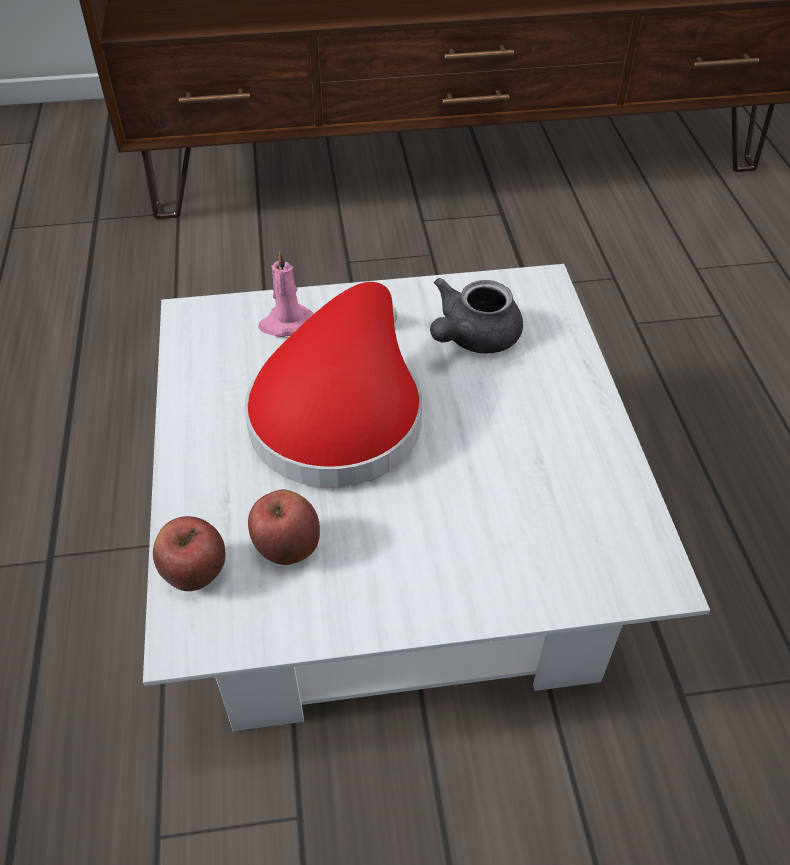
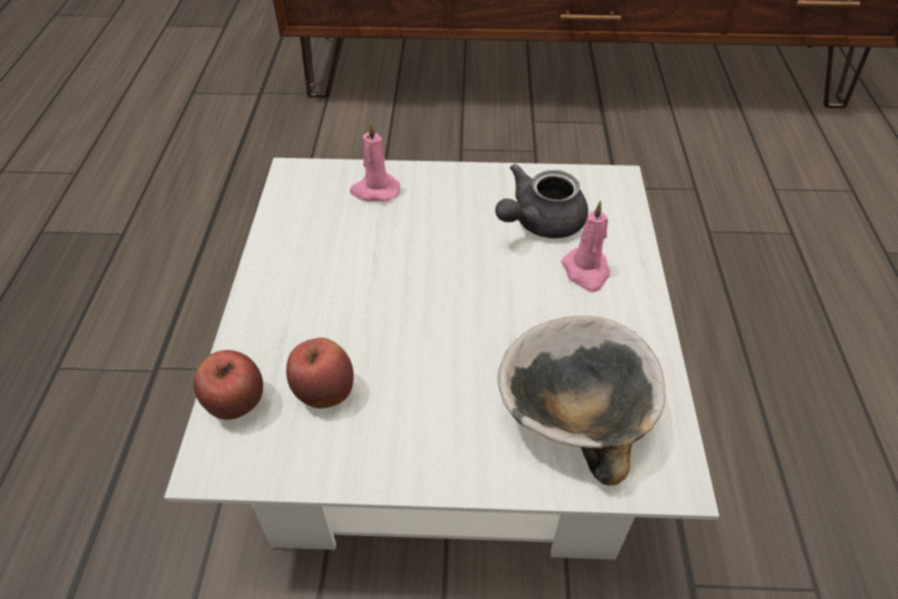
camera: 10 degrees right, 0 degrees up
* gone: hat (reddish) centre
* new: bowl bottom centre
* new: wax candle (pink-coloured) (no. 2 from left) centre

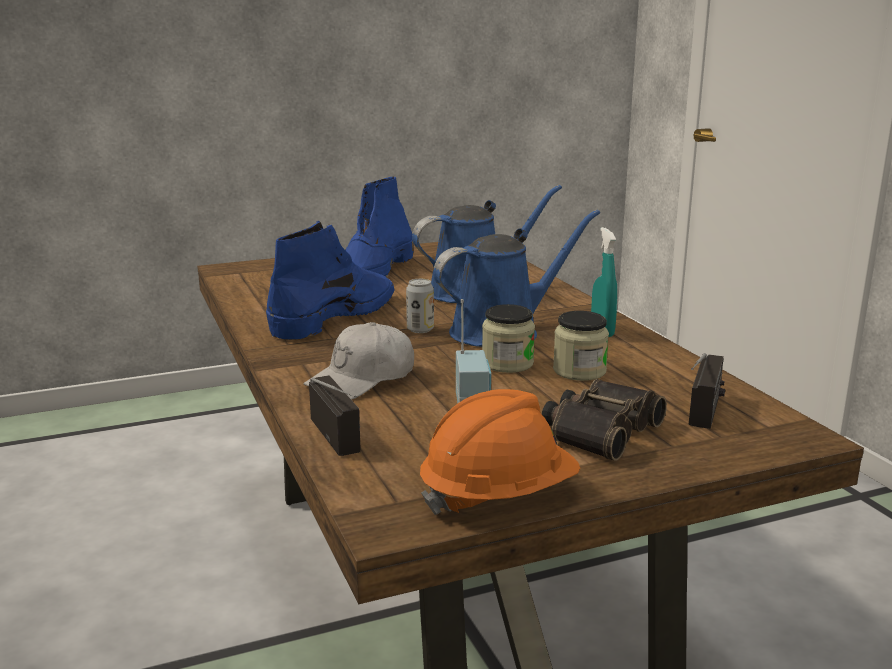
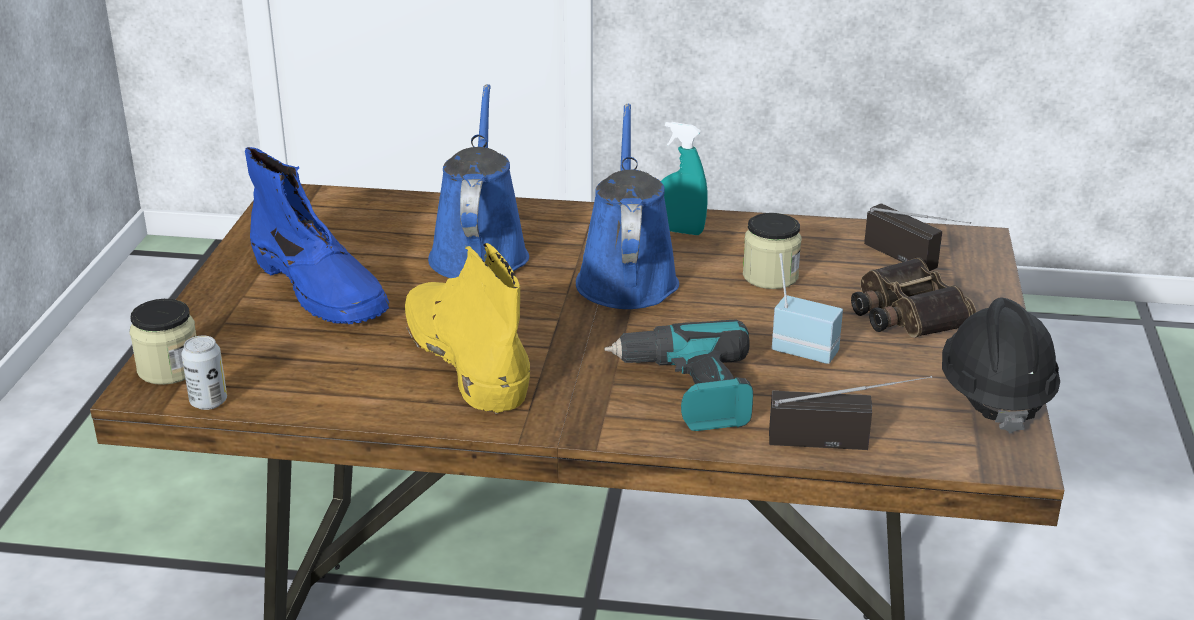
camera: 60 degrees left, 10 degrees up
* shifted: metal can centre to middle left
* shifted: storage jar (no. 1 from left) centre to middle left
* swapped: cap (white) centre to power drill centre
* repainted: tall boot (blue) (no. 1 from left) centre to tall boot (yellowish) centre
* repainted: work helmet (orange-coloured) bottom centre to work helmet (black-coloured) middle right

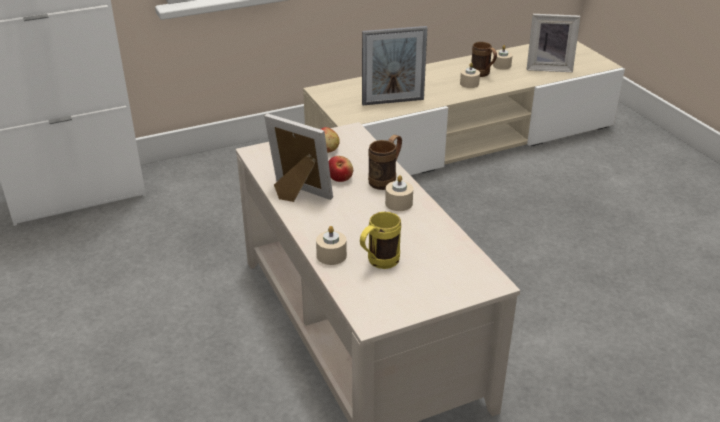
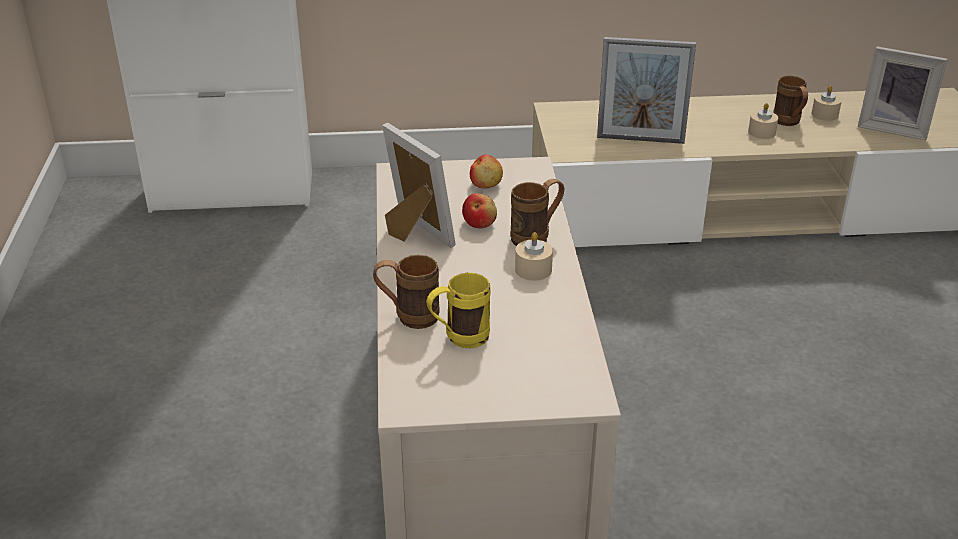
camera: 20 degrees right, 0 degrees up
* swapped: wax candle (sand-coloured) (no. 1 from left) centre to coffee mug (brown-coloured) (no. 1 from left) centre

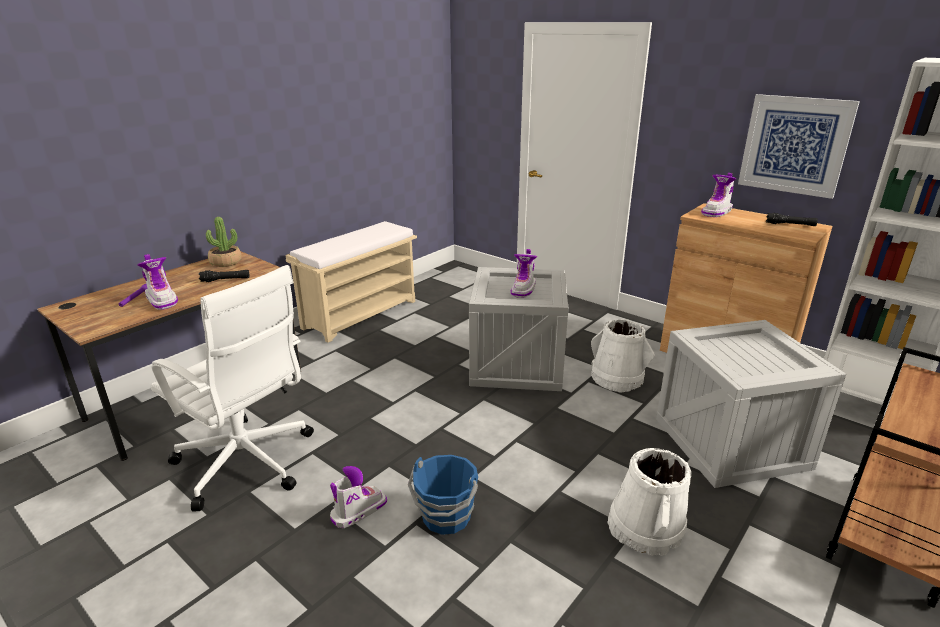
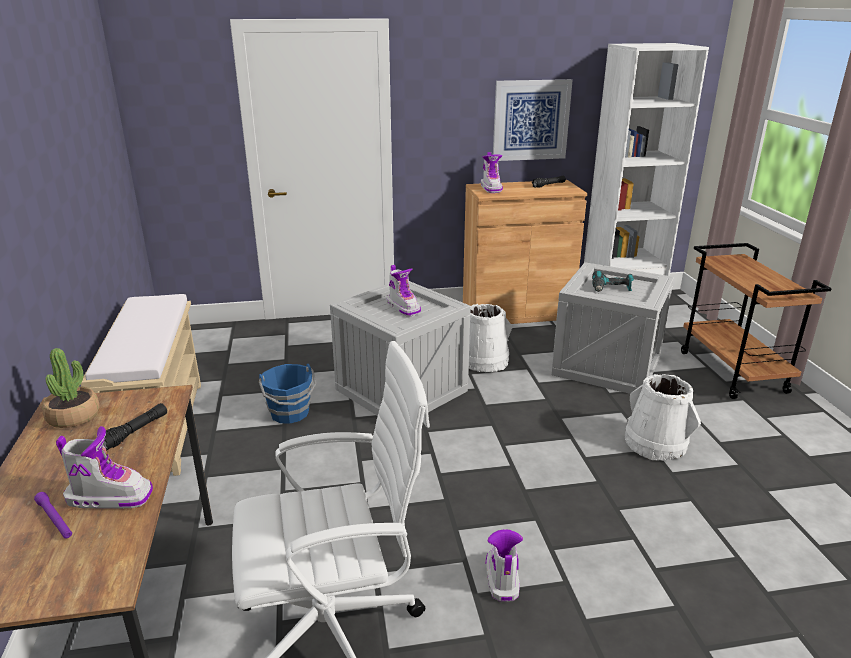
camera: 50 degrees left, 0 degrees up
* new: power drill middle right
* shifted: water bucket (blue) bottom centre to centre

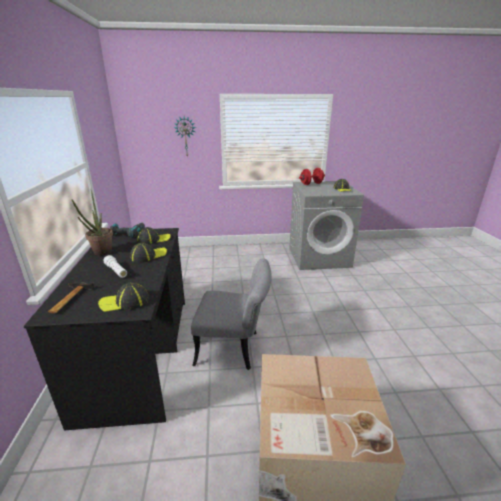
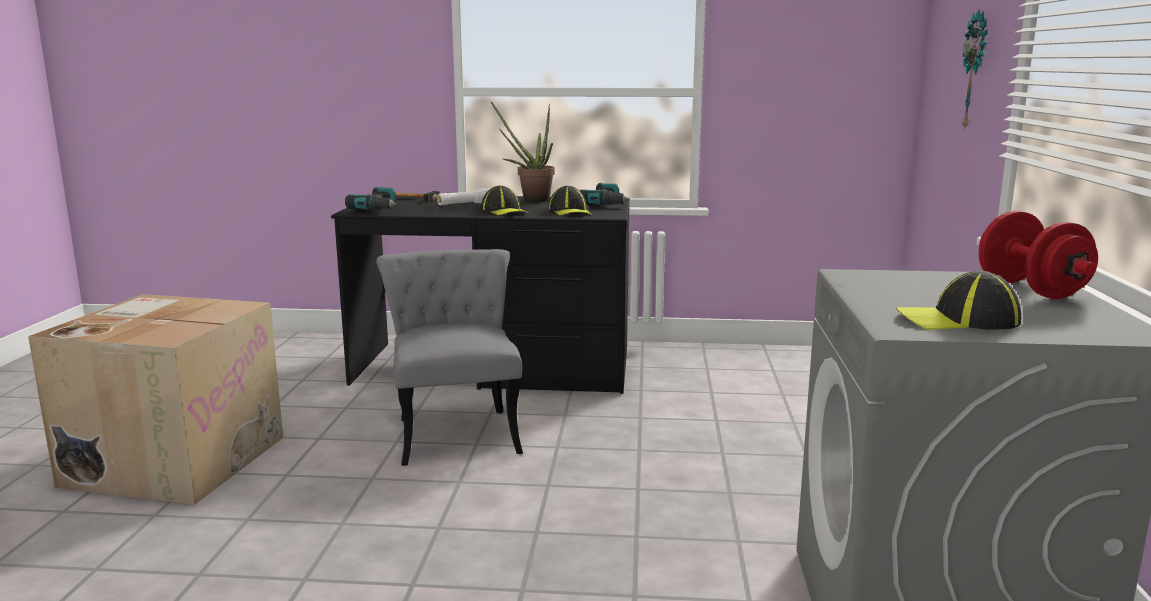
camera: 100 degrees right, 10 degrees down
* swapped: cap (no. 1 from left) middle left to power drill (no. 1 from left) top left
* rotated: upright chair (grey) centre = centre 150 degrees clockwise

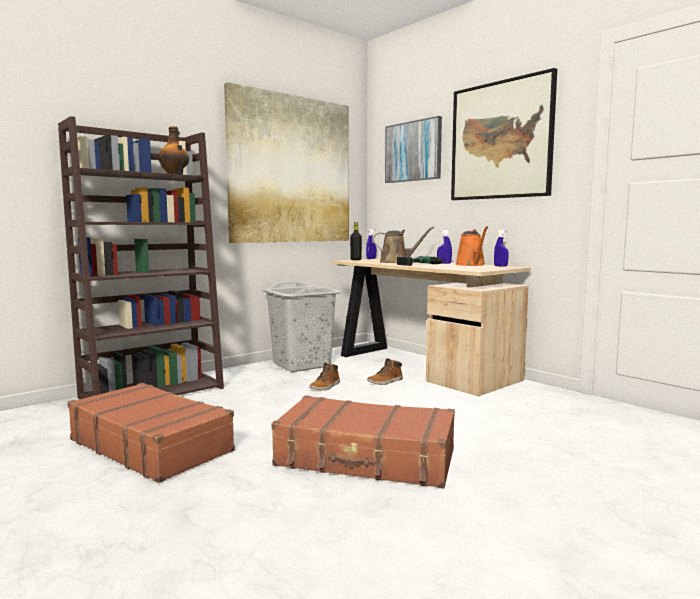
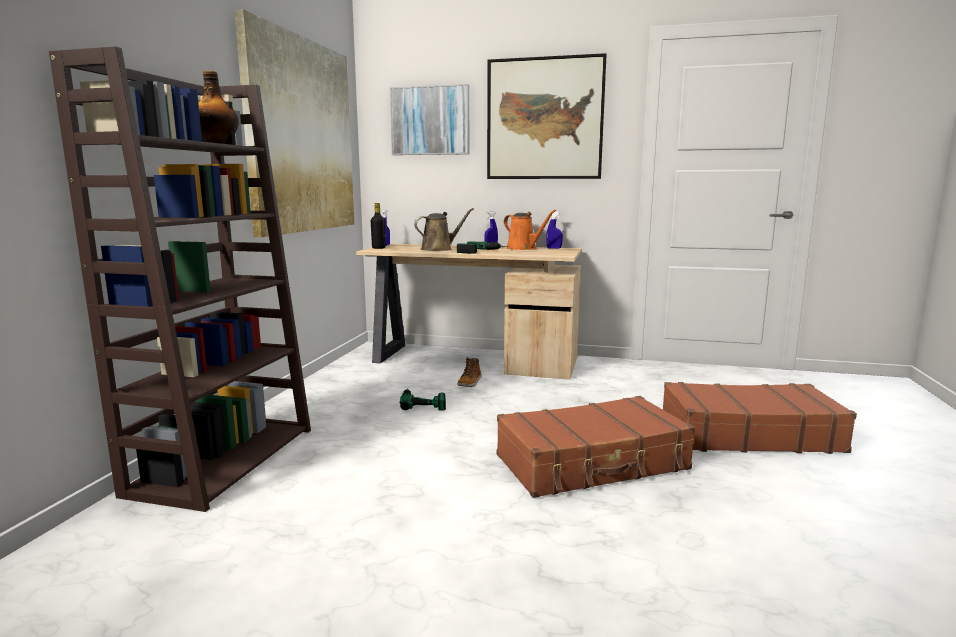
camera: 35 degrees left, 5 degrees up
* gone: hamper (grey) centre
* shifted: piece of luggage (brown-coloured) (no. 1 from left in the first image) bottom left to piece of luggage (brown-coloured) (no. 2 from left) middle right
* swapped: tall boot (no. 1 from left) centre to power drill (no. 1 from left) centre

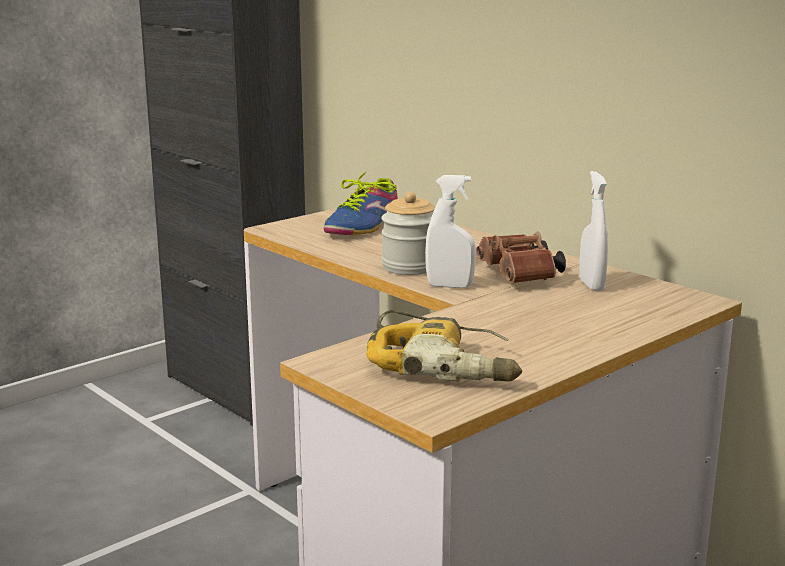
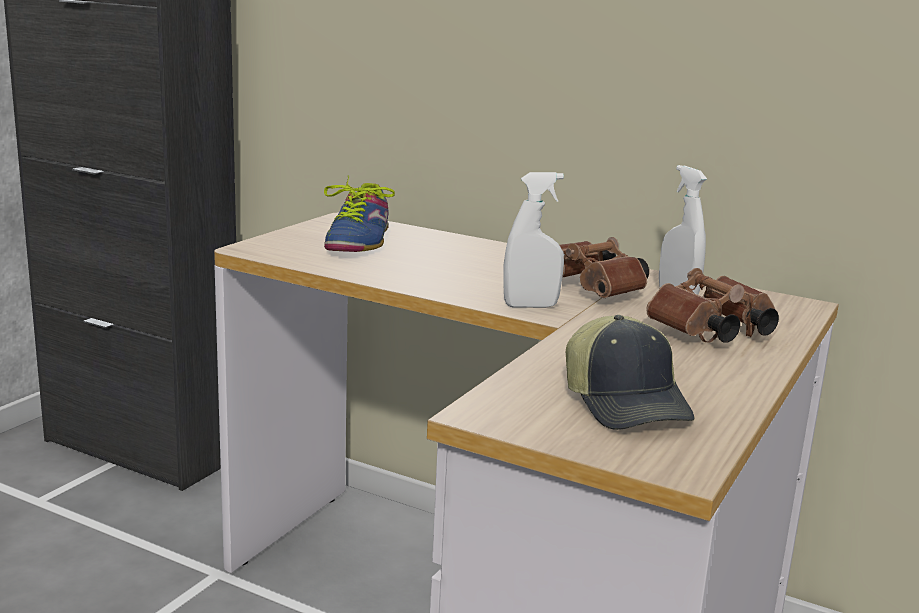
camera: 20 degrees left, 0 degrees up
* gone: storage jar centre
* new: field glasses (brown-coloured) (no. 2 from left) middle right
* swapped: power drill centre to cap middle right

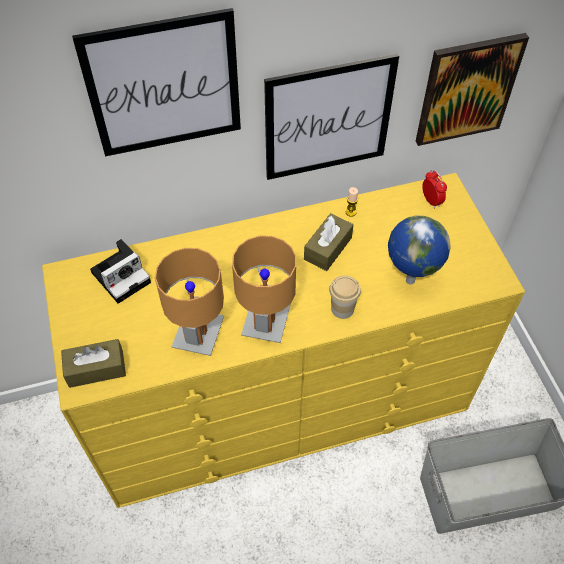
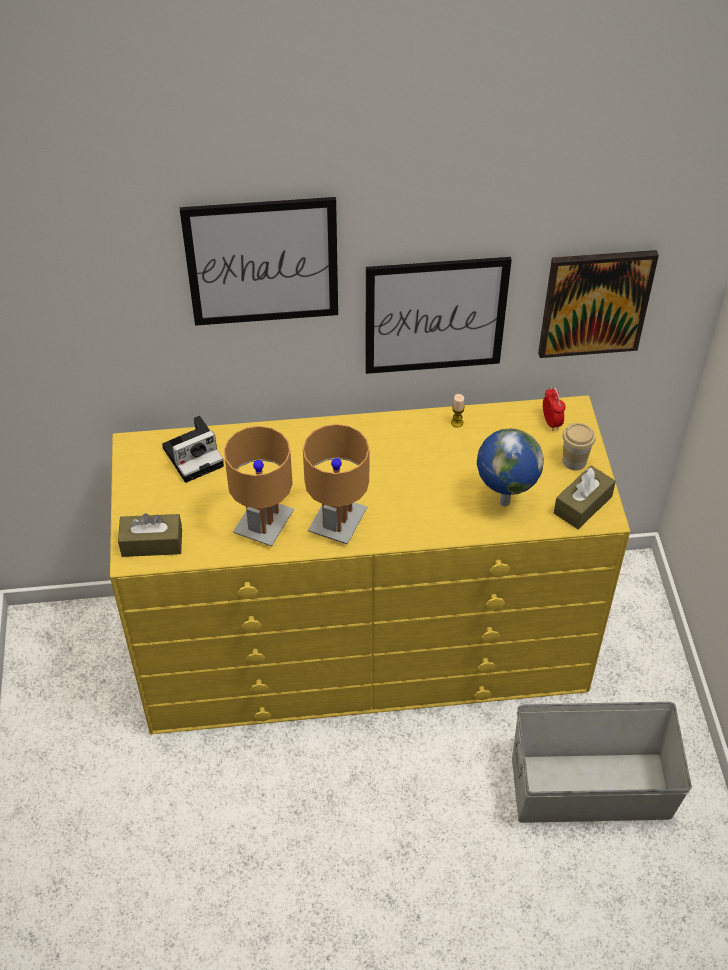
camera: 10 degrees right, 5 degrees down
* shifted: box of tissues (brown-coloured) (no. 2 from left) centre to middle right
* shifted: drinking cup centre to middle right

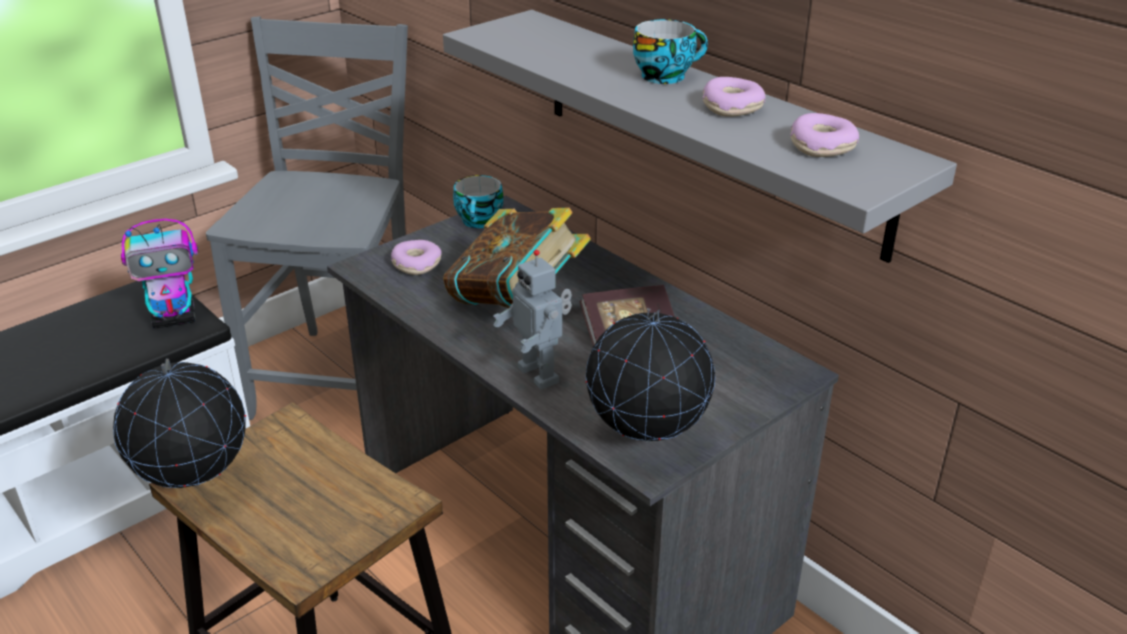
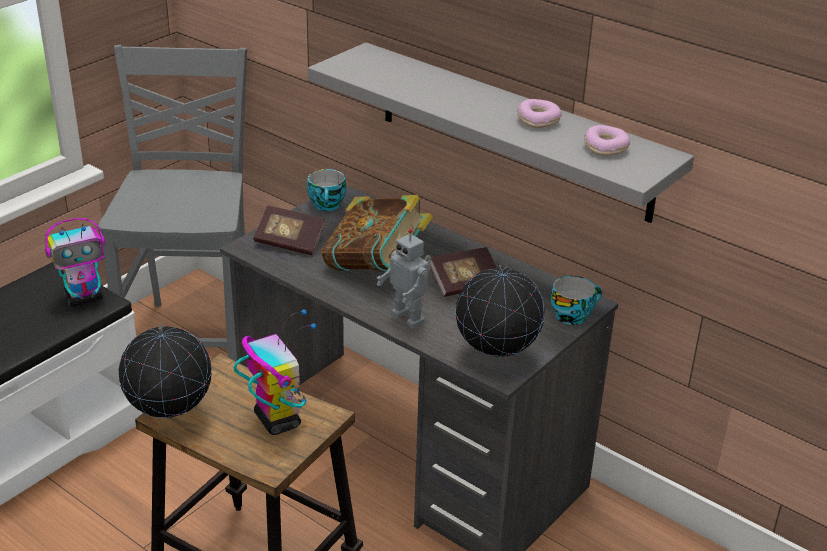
camera: 10 degrees left, 0 degrees up
* new: robot figure (no. 2 from left) bottom left
* shifted: drinking cup (no. 2 from left) top centre to middle right
* swapped: doughnut (no. 1 from left) centre to volume (no. 1 from left) centre

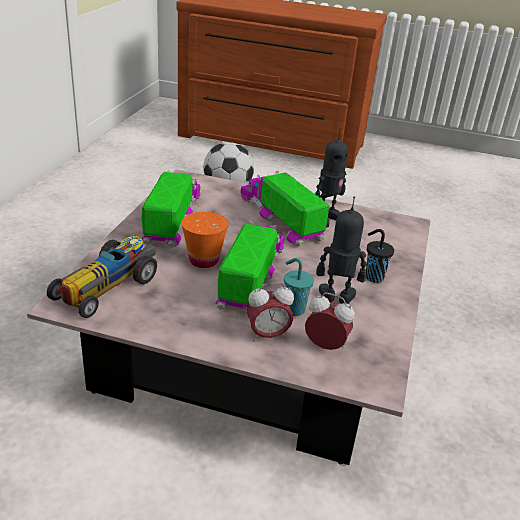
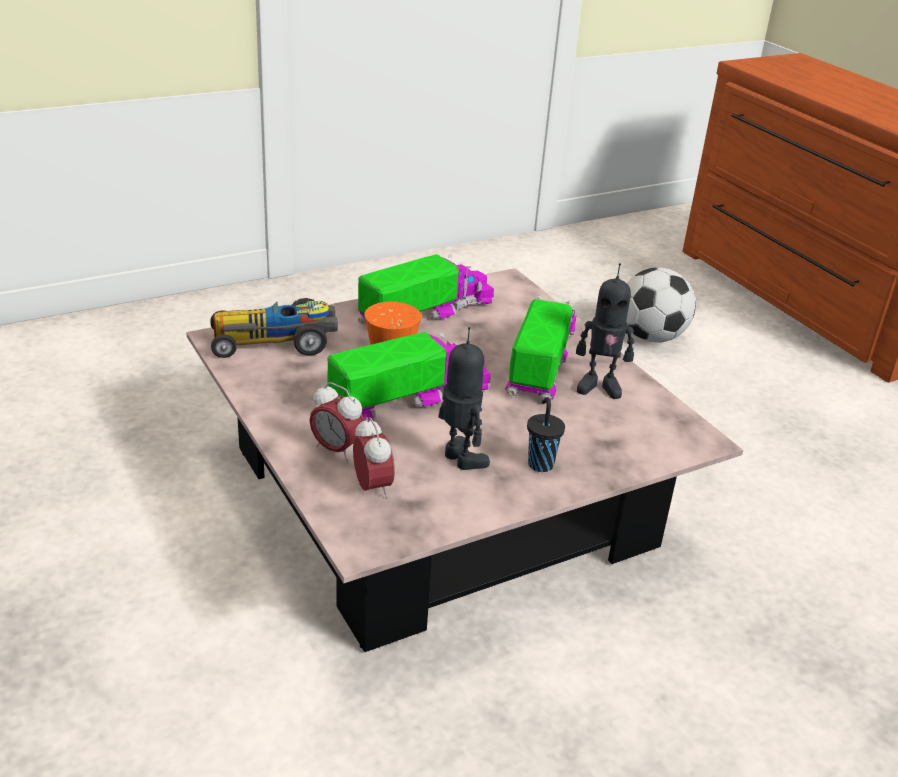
camera: 45 degrees right, 0 degrees up
* gone: drinking cup (blue-green) centre

